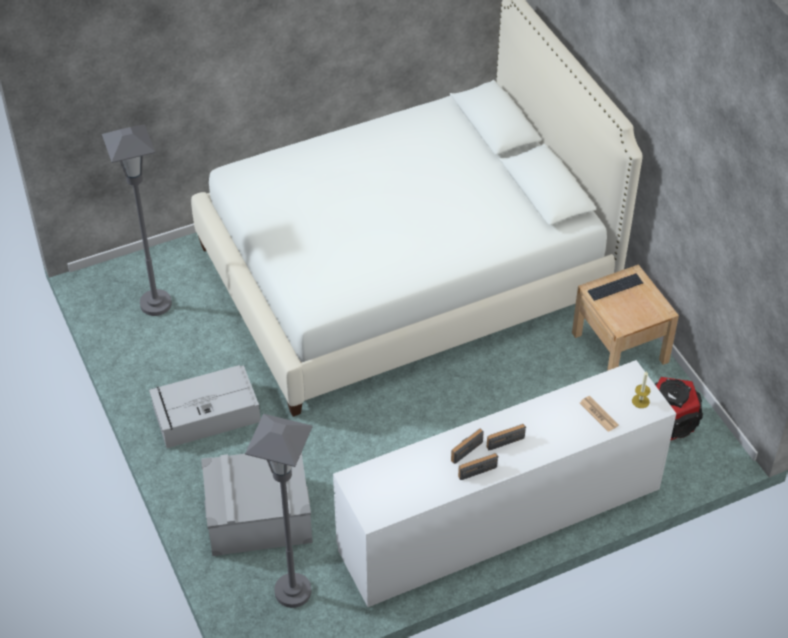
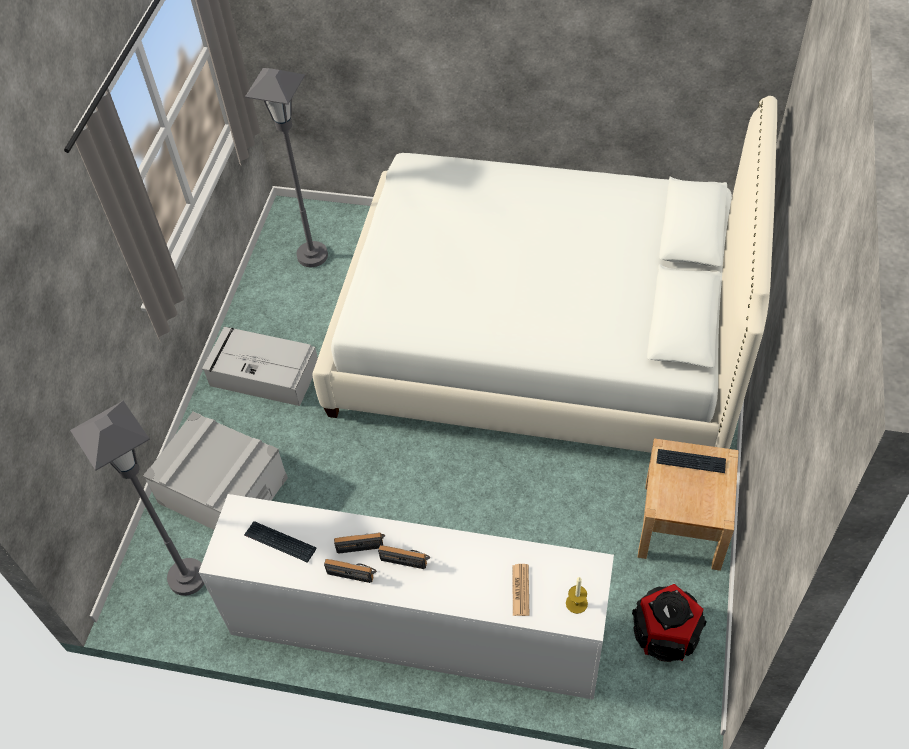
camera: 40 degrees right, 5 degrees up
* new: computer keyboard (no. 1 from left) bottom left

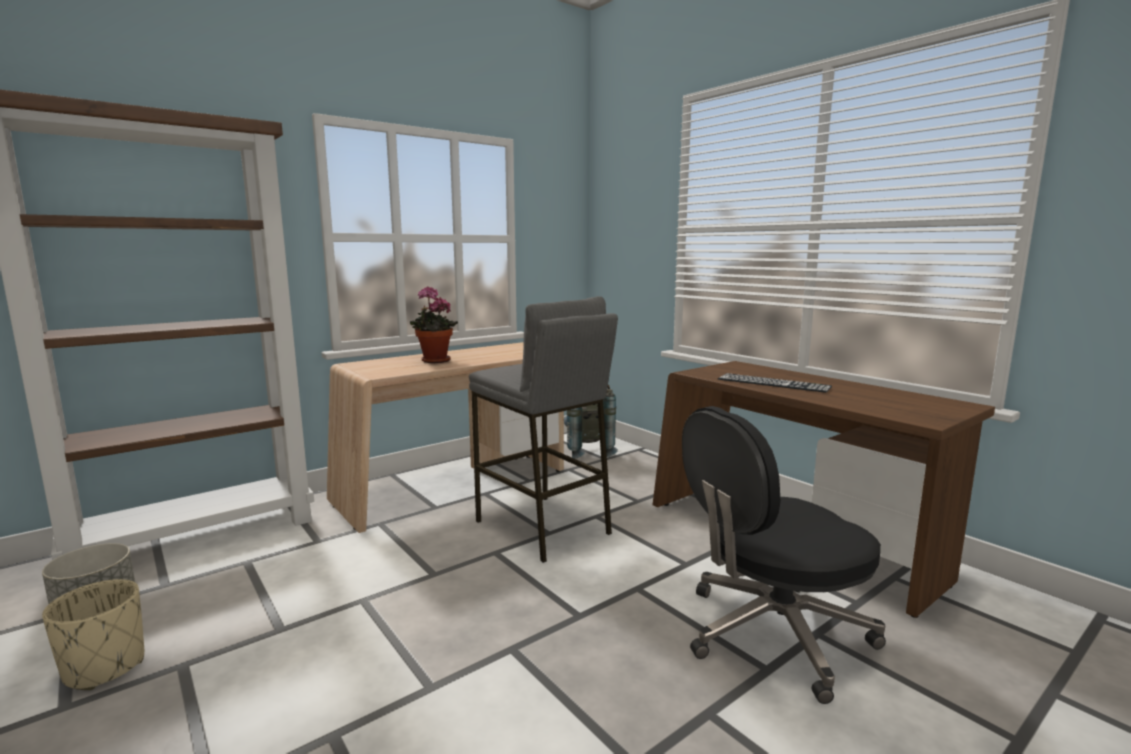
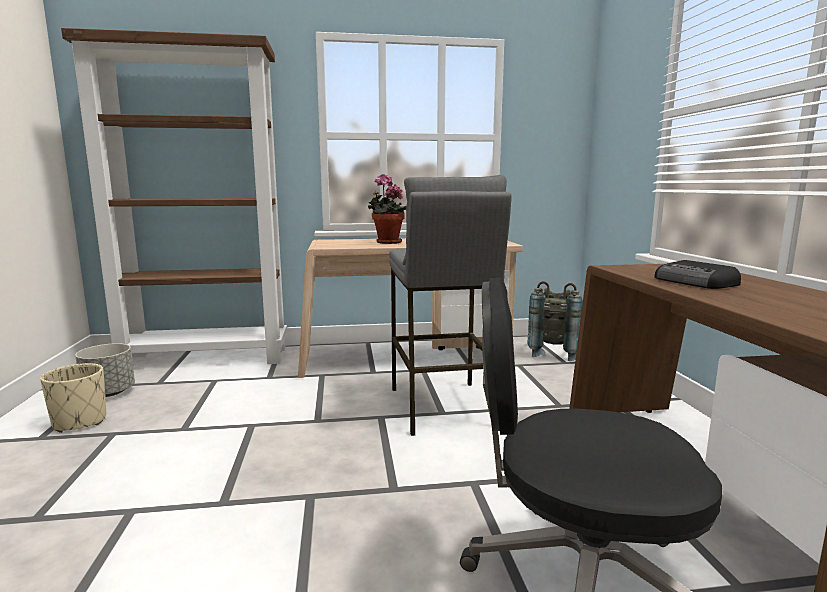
camera: 30 degrees right, 0 degrees up
* swapped: computer keyboard middle right to radio receiver middle right

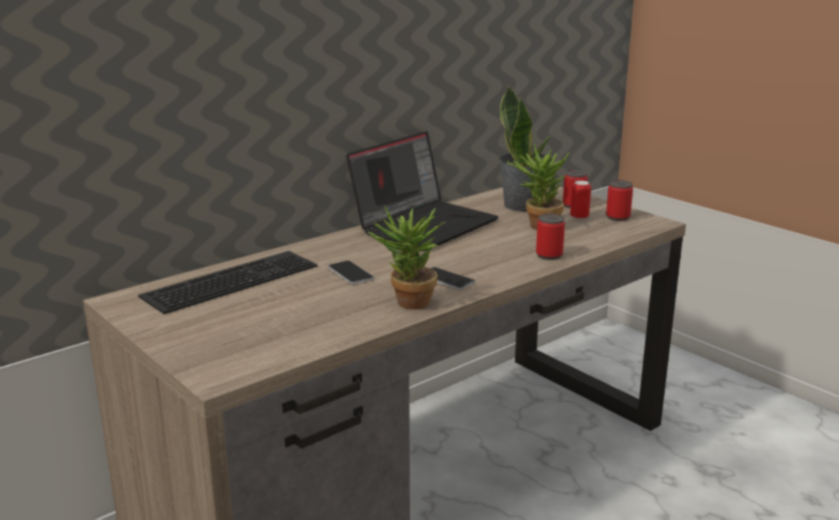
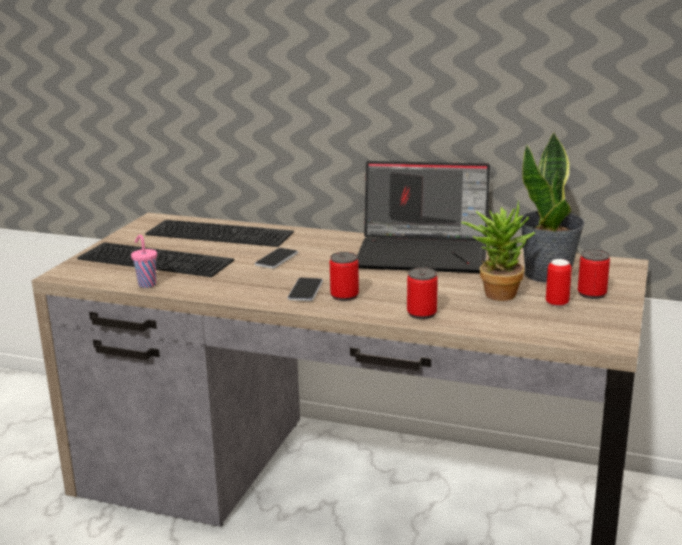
camera: 60 degrees right, 0 degrees up
* gone: houseplant (no. 1 from left) centre
* new: computer keyboard (no. 1 from left) middle left
* new: drinking cup (pink-coloured) middle left
* shifted: metal can (no. 4 from left in the first image) middle right to metal can (no. 1 from left) centre

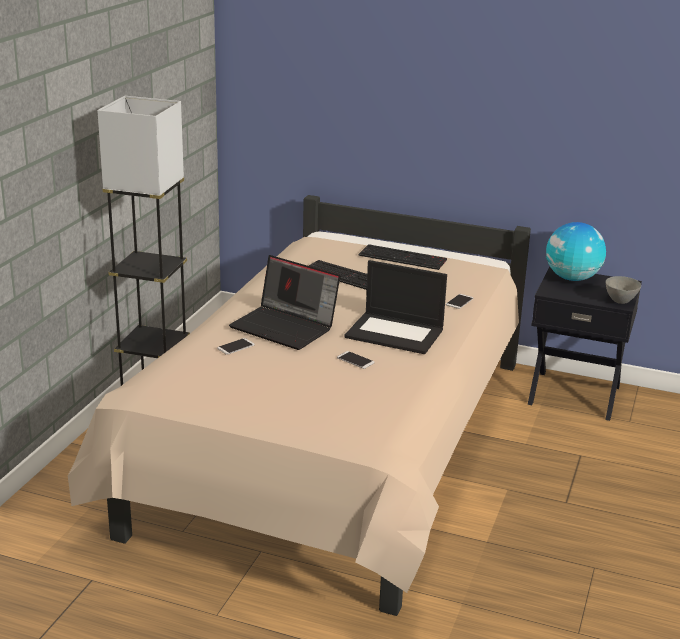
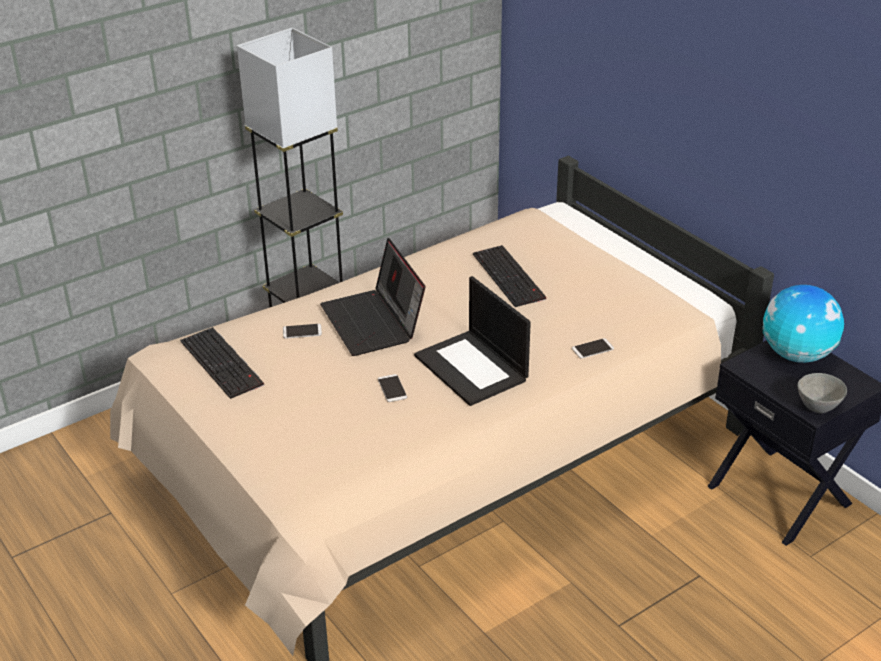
camera: 35 degrees right, 10 degrees up
* shifted: computer keyboard (no. 2 from left in the first image) centre to computer keyboard (no. 1 from left) middle left

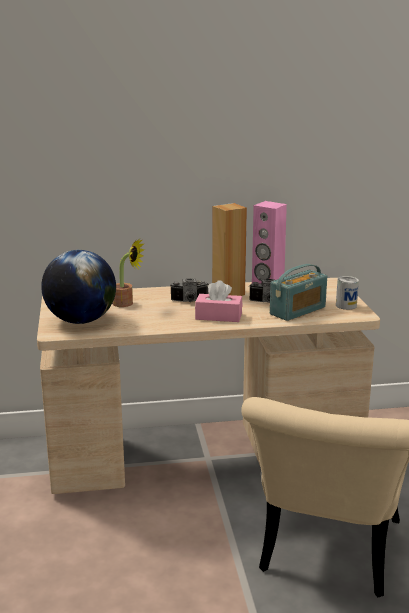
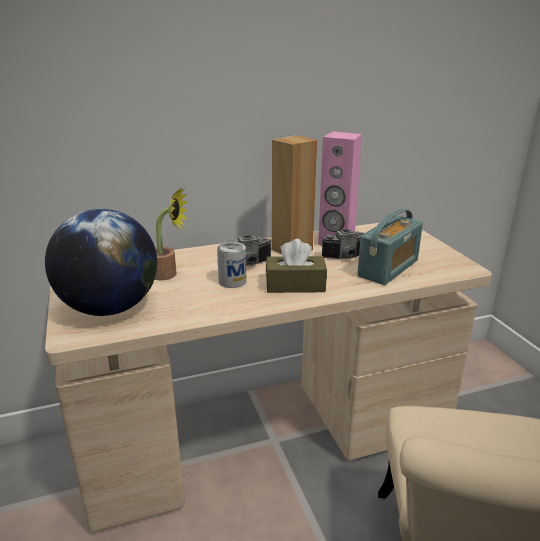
camera: 10 degrees left, 5 degrees up
* shifted: metal can middle right to centre
* repainted: box of tissues (pink-coloured) centre to box of tissues (brown-coloured) centre

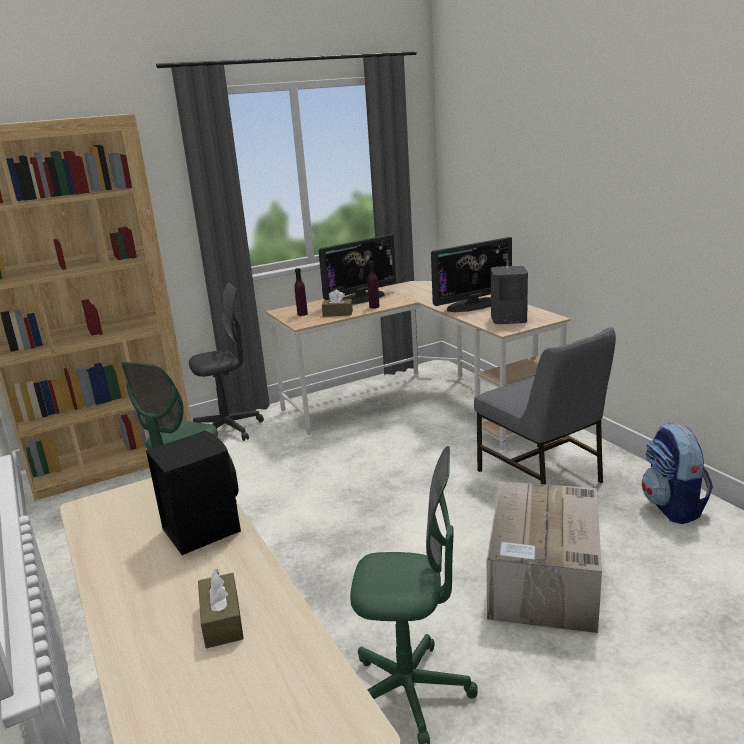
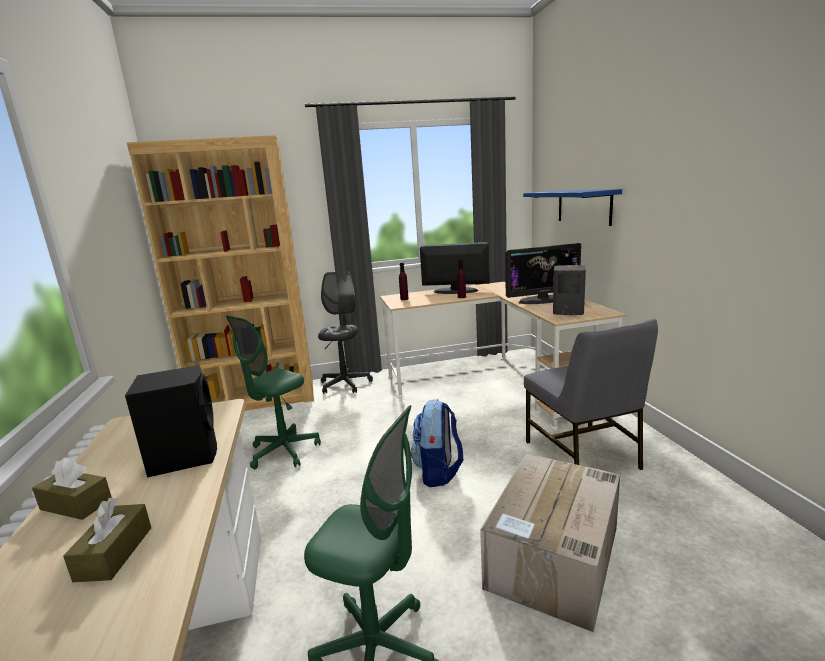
camera: 15 degrees right, 5 degrees down
* new: shelf (blue) top right
* shifted: box of tissues (brown-coloured) (no. 2 from left in the first image) centre to box of tissues (brown-coloured) (no. 1 from left) bottom left
* shifted: rucksack middle right to bottom centre
* rotated: computer chair (grey) middle left = centre 75 degrees counterclockwise
* rotated: computer display (no. 1 from left) centre = centre 150 degrees counterclockwise

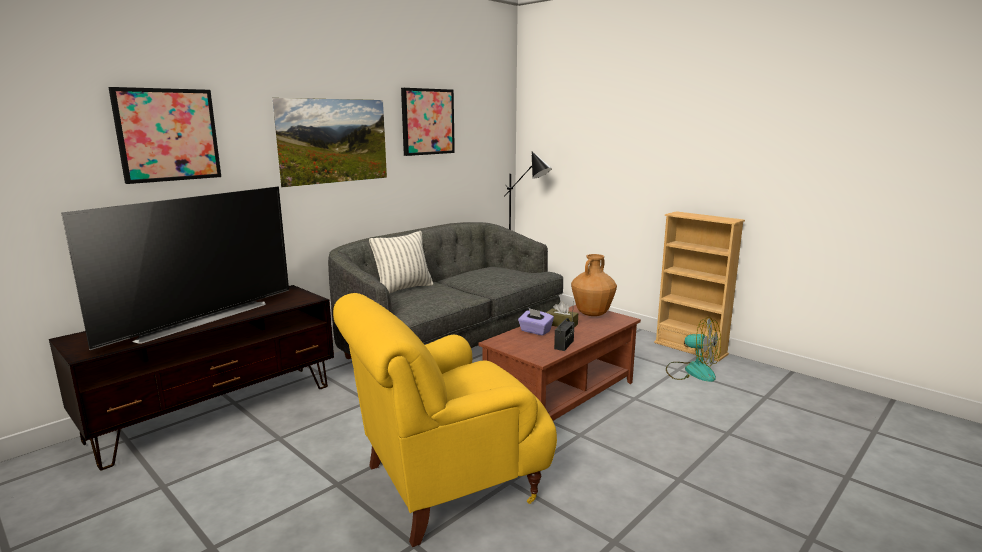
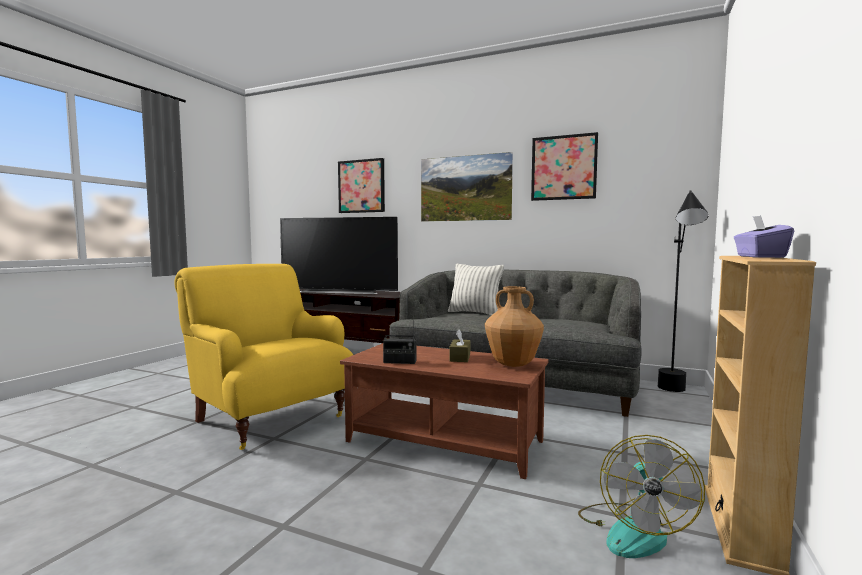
camera: 70 degrees right, 10 degrees down
* shifted: box of tissues (purplish) centre to middle right

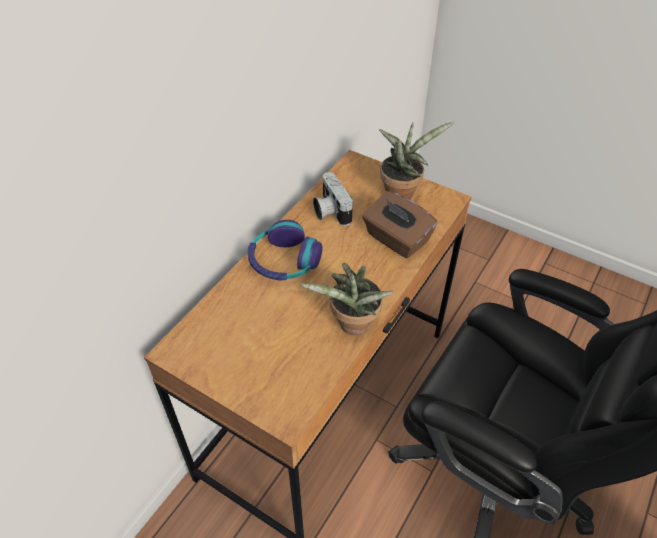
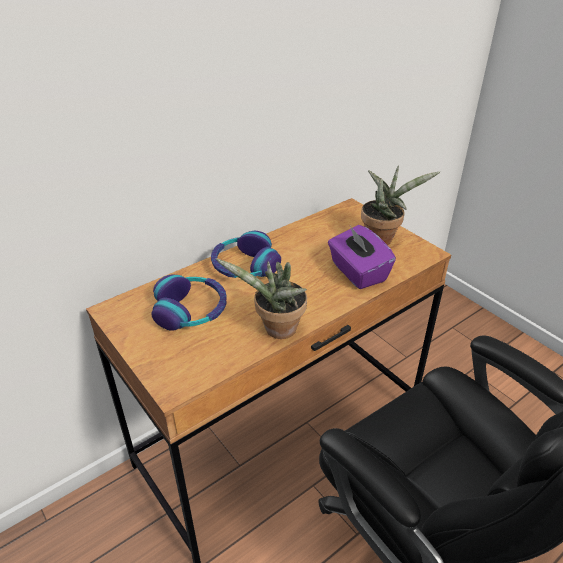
camera: 20 degrees right, 10 degrees down
* gone: photo camera centre
* new: headset (no. 1 from left) centre
* repainted: box of tissues (brown-coloured) centre to box of tissues (purplish) centre

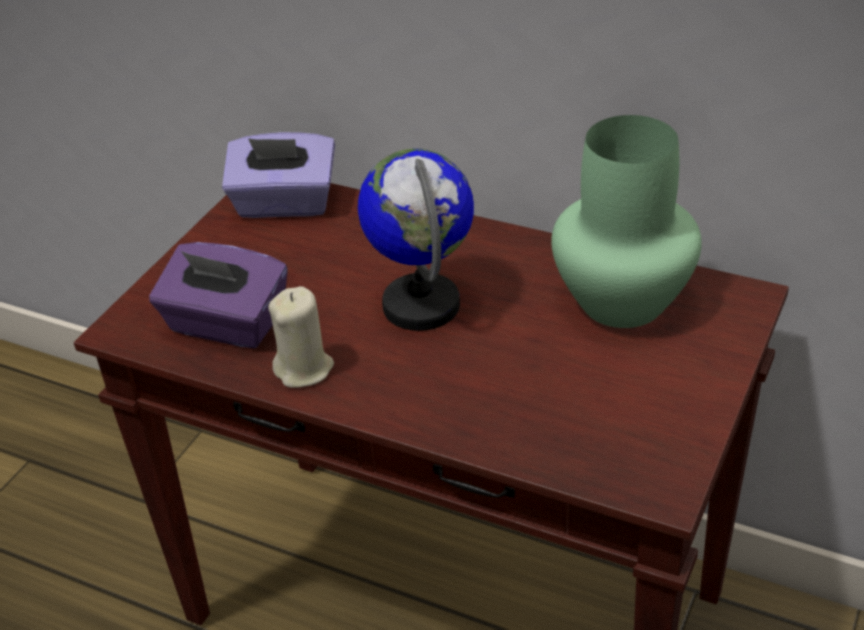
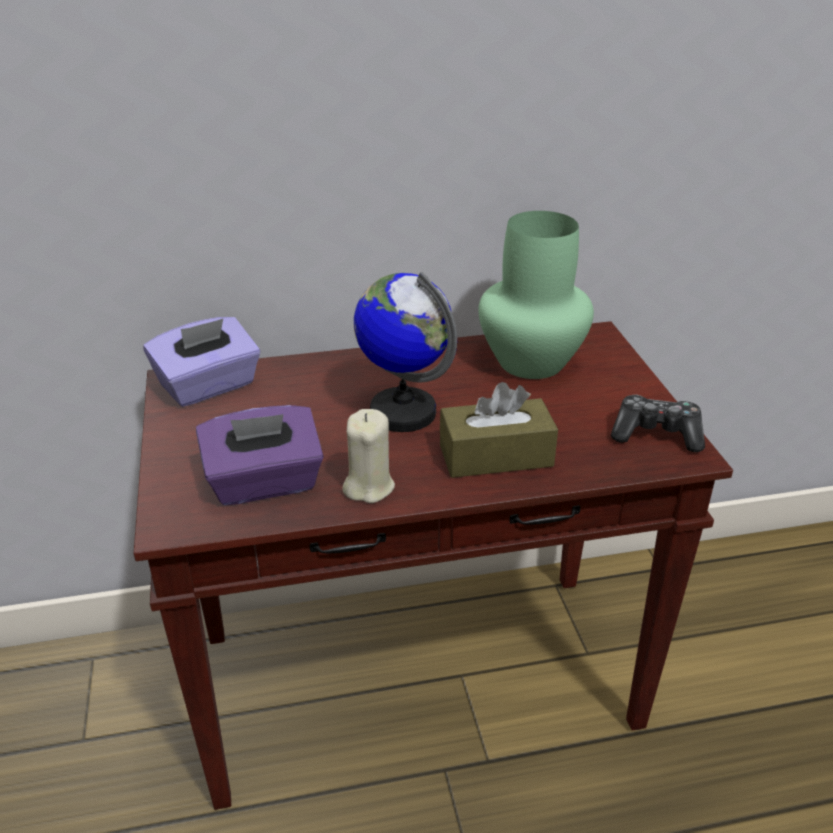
camera: 40 degrees left, 5 degrees down
* new: box of tissues (brown-coloured) centre
* new: game controller middle right

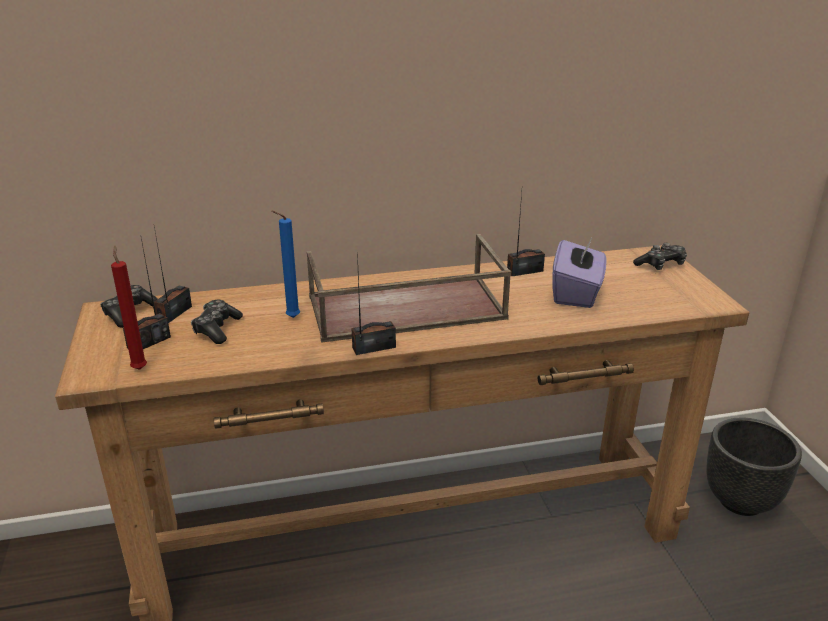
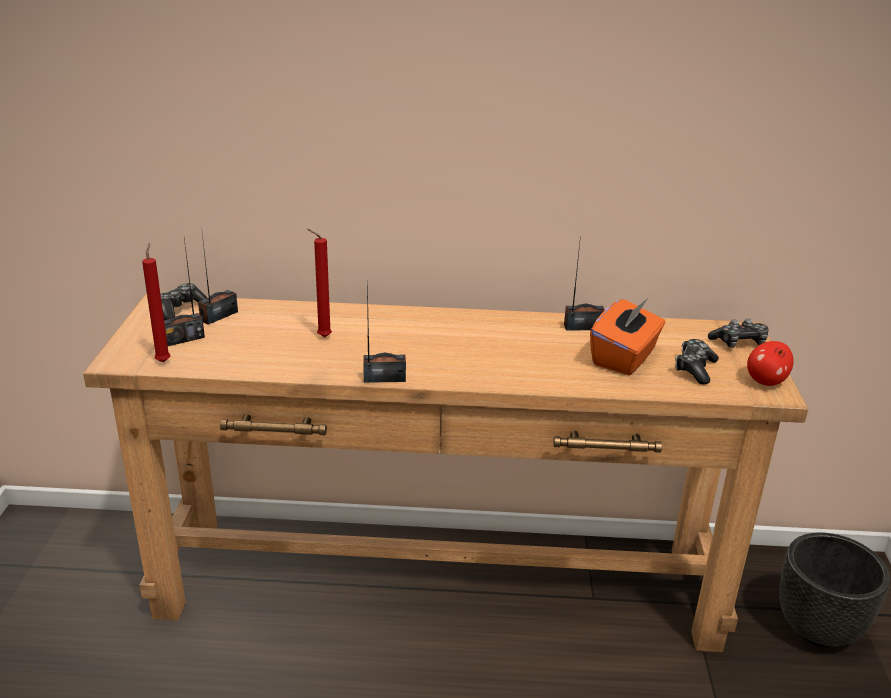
camera: 15 degrees right, 0 degrees up
* gone: serving tray (brown-coloured) centre
* new: whole apple middle right
* shifted: game controller (no. 2 from left) middle left to middle right
* repainted: wax candle (blue) centre to wax candle (reddish) (no. 2 from left) centre
* repainted: box of tissues (purplish) middle right to box of tissues (orange-coloured) middle right

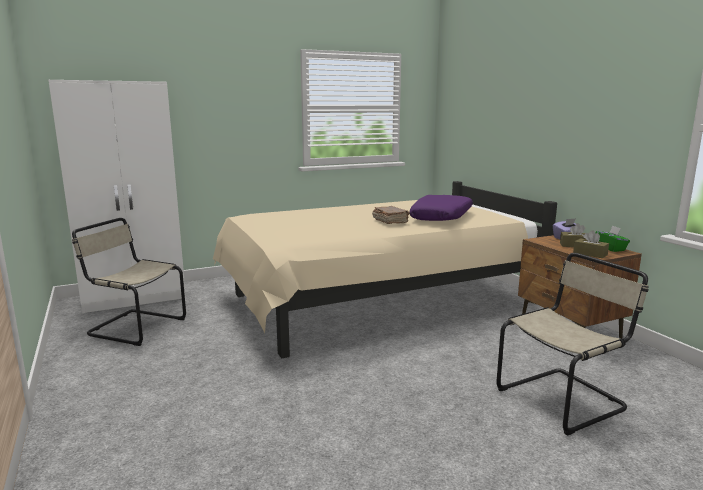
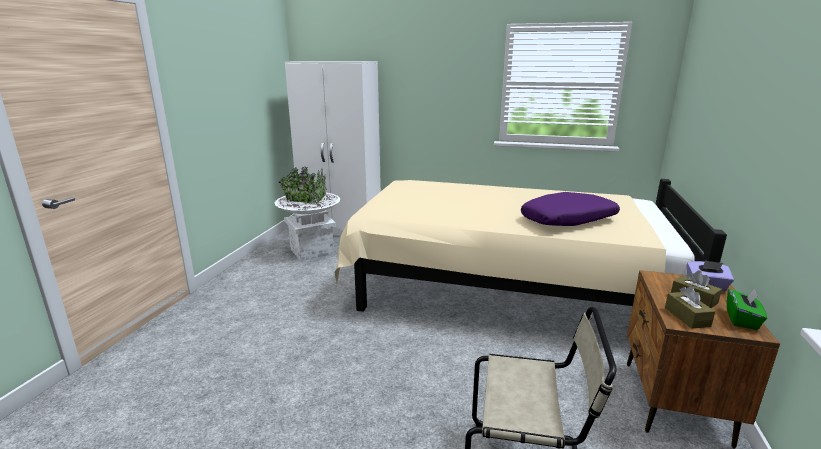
camera: 40 degrees right, 5 degrees up
* gone: volume (brown-coloured) centre
* swapped: upright chair (sand-coloured) (no. 1 from left) middle left to plant pot (white) centre

